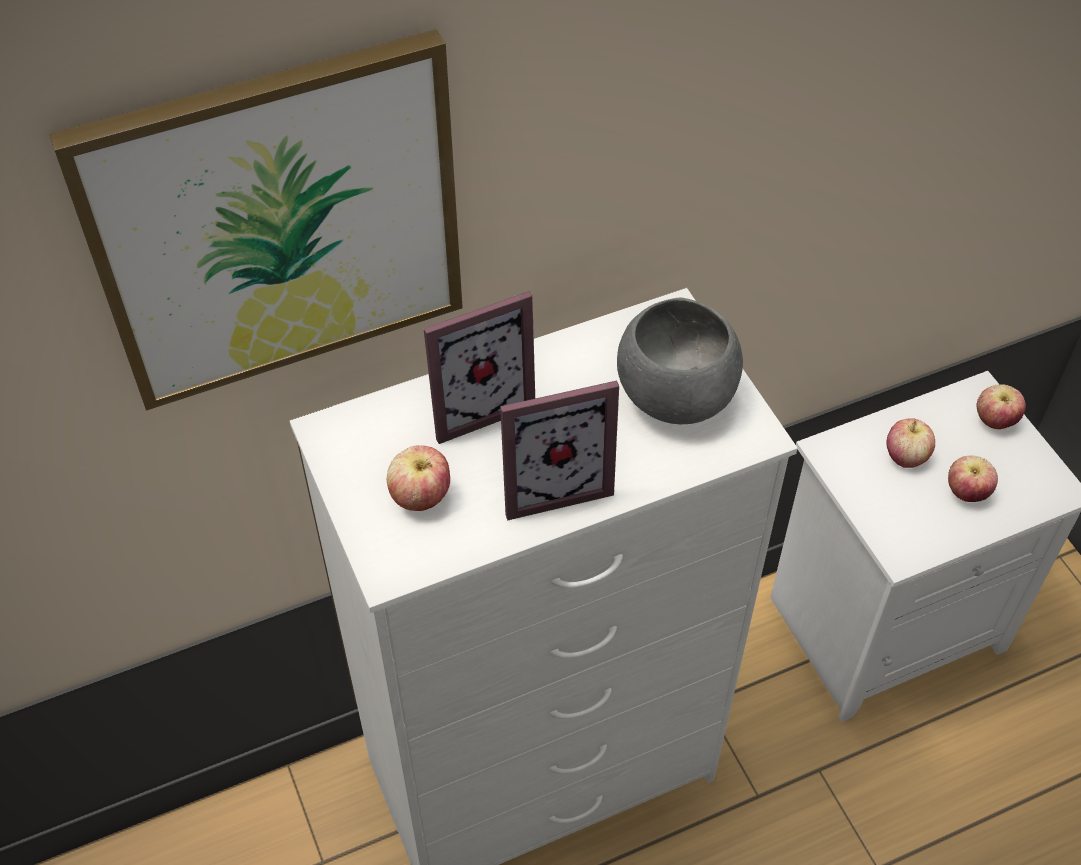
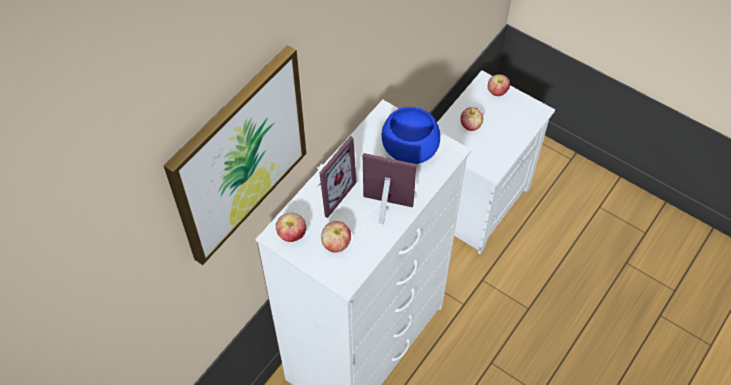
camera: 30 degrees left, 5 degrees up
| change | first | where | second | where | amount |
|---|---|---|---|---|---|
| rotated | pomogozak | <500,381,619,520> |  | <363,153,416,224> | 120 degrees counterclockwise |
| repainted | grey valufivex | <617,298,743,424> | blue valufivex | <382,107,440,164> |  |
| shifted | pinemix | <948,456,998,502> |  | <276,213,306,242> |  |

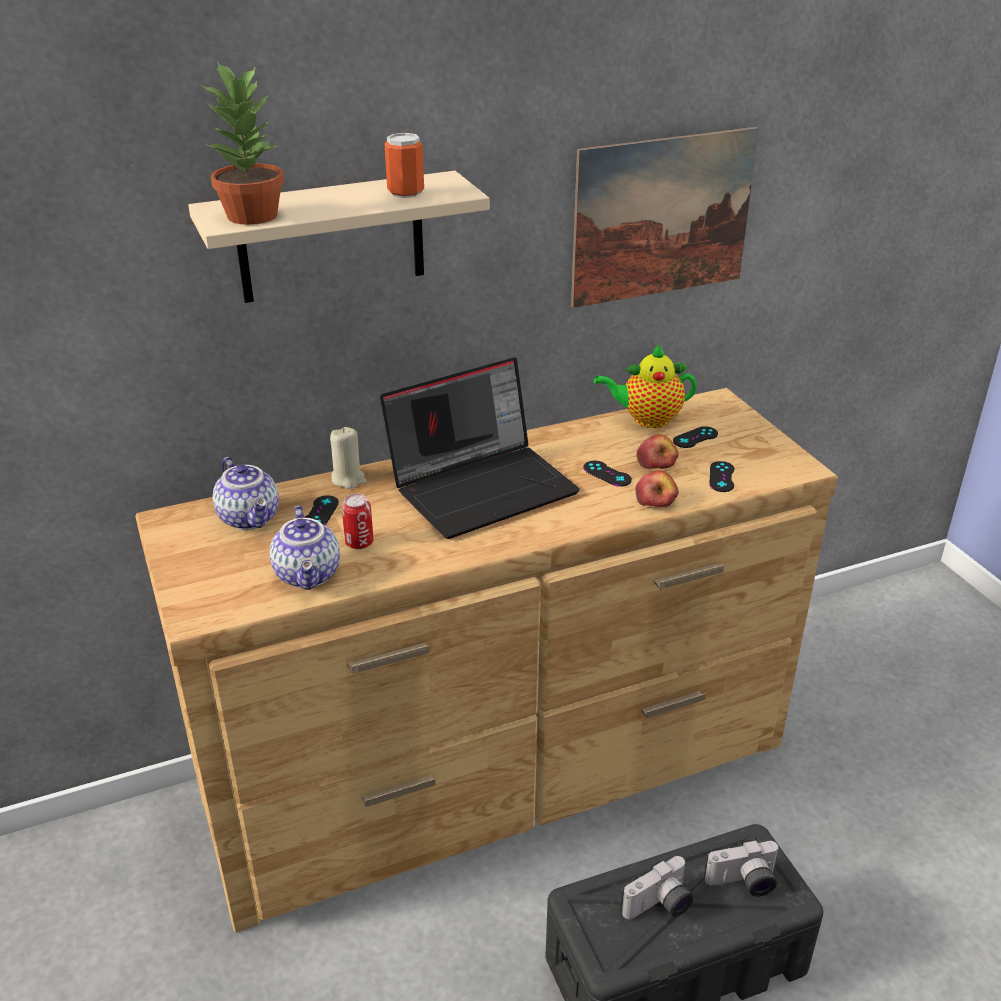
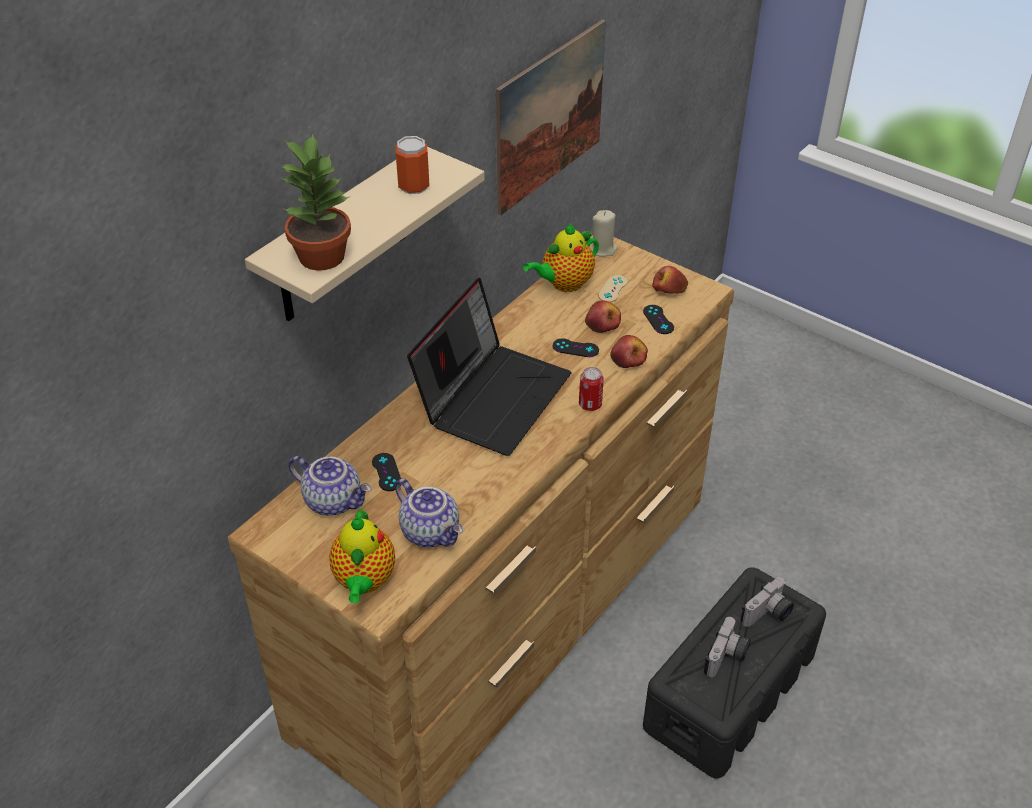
camera: 30 degrees left, 10 degrees up
| change | first | where | second | where | amount |
|---|---|---|---|---|---|
| shifted | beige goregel | <330,427,366,489> |  | <589,210,618,257> |  |
| shifted | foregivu | <342,494,374,549> |  | <579,367,604,411> |  |
| repainted | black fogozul | <673,426,718,448> | beige fogozul | <598,275,627,302> |  |
| new |  |  | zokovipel | <329,507,395,603> |  |
| new |  |  | pinemix | <652,266,688,294> |  |

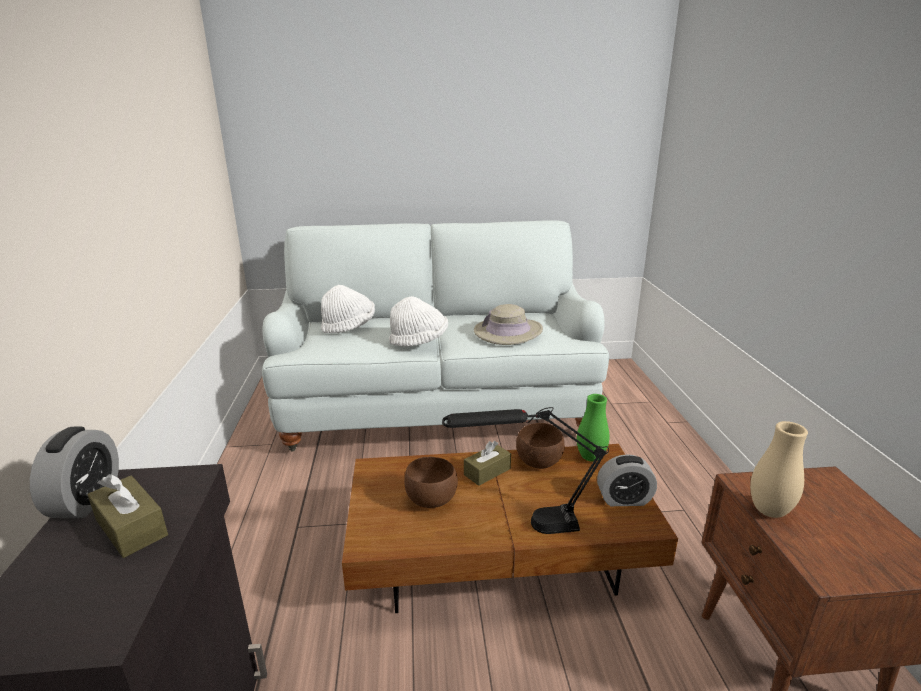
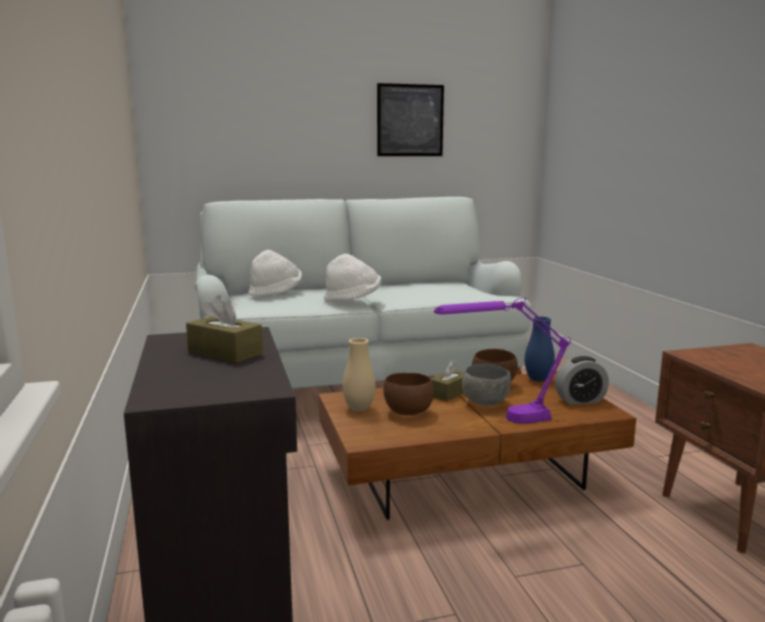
camera: 10 degrees left, 10 degrees down
| change | first | where | second | where | amount |
|---|---|---|---|---|---|
| gone | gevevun | <30,426,119,518> |  |  |  |
| repainted | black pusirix | <442,407,609,534> | purple pusirix | <434,298,571,424> |  |
| gone | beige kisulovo | <474,304,543,345> |  |  |  |
| repainted | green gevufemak | <577,394,609,462> | blue gevufemak | <525,316,555,382> |  |
| shifted | beige gevufemak | <750,421,808,518> |  | <342,338,376,412> |  |
| new |  |  | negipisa | <377,83,444,156> |  |
| new |  |  | grey valufivex | <462,363,511,406> |  |

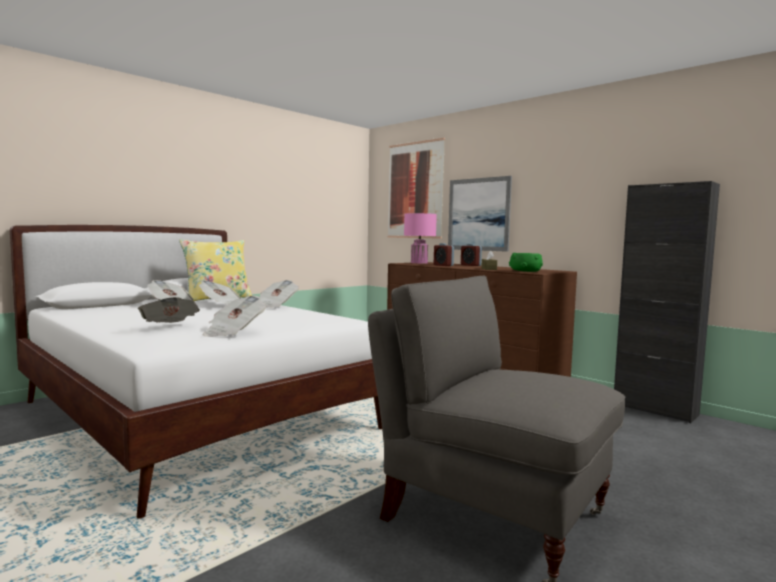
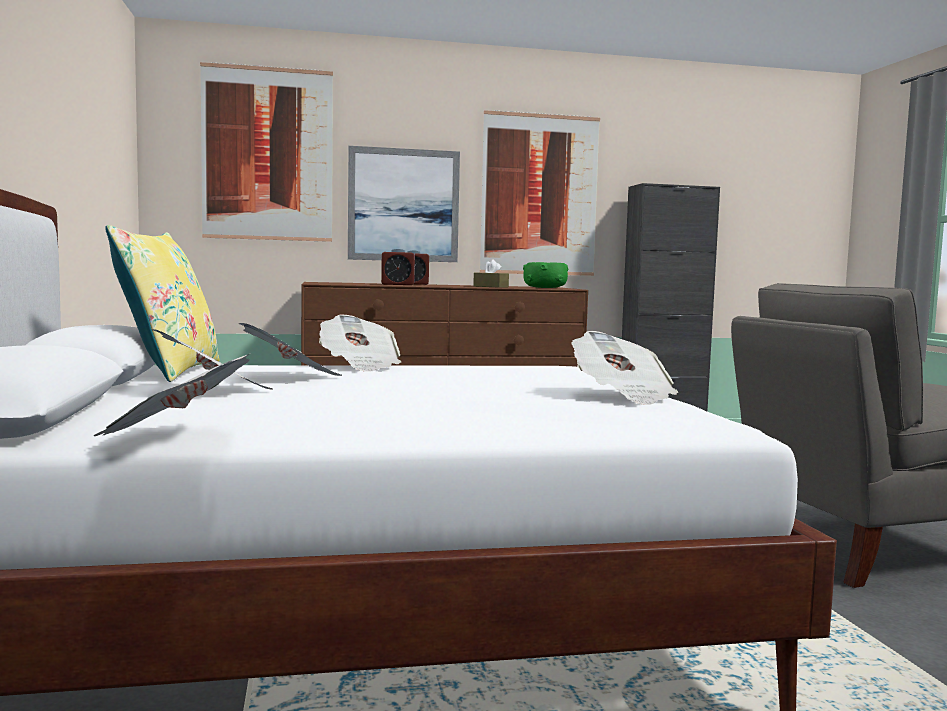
camera: 55 degrees left, 0 degrees up
| change | first | where | second | where | amount |
|---|---|---|---|---|---|
| shifted | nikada | <138,297,200,323> |  | <93,354,249,436> |  |
| gone | pink pusirix | <404,213,437,264> |  |  |  |
| new |  |  | negipisa | <480,110,600,276> |  |

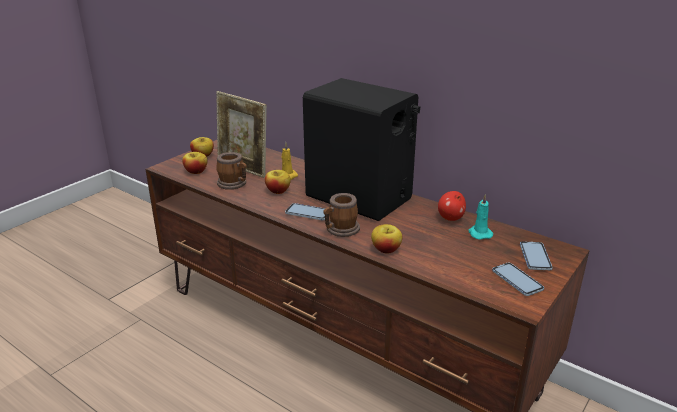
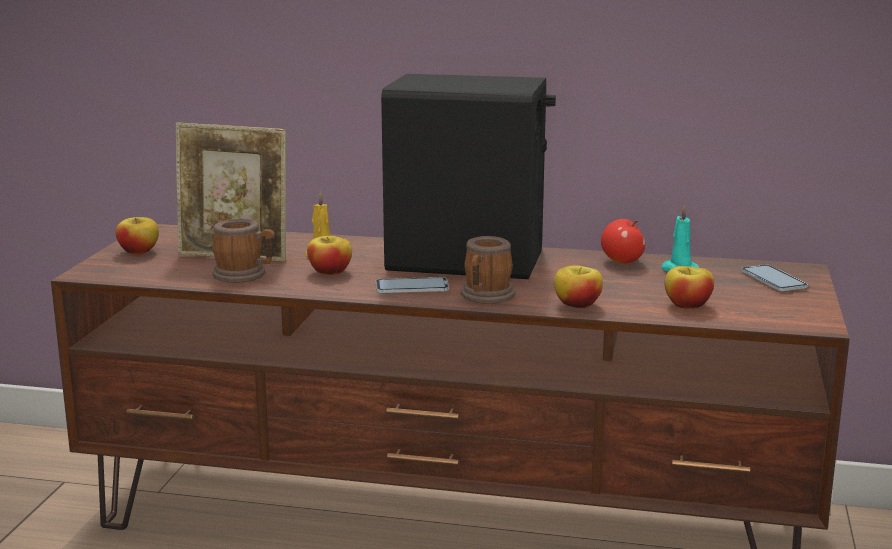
camera: 25 degrees left, 10 degrees down
| change | first | where | second | where | amount |
|---|---|---|---|---|---|
| shifted | pinemix | <182,152,207,174> |  | <665,266,714,309> |  |
| gone | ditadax | <492,263,544,296> |  |  |  |

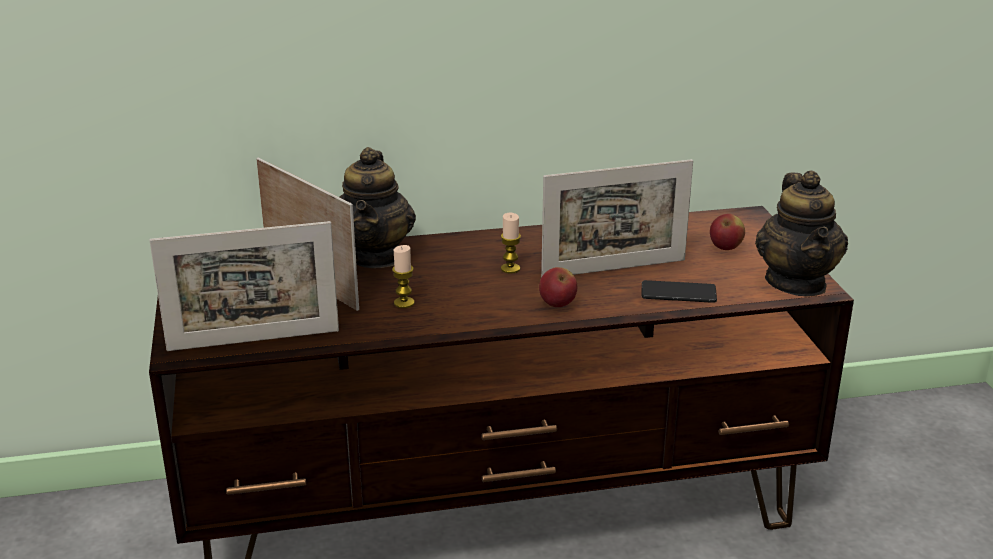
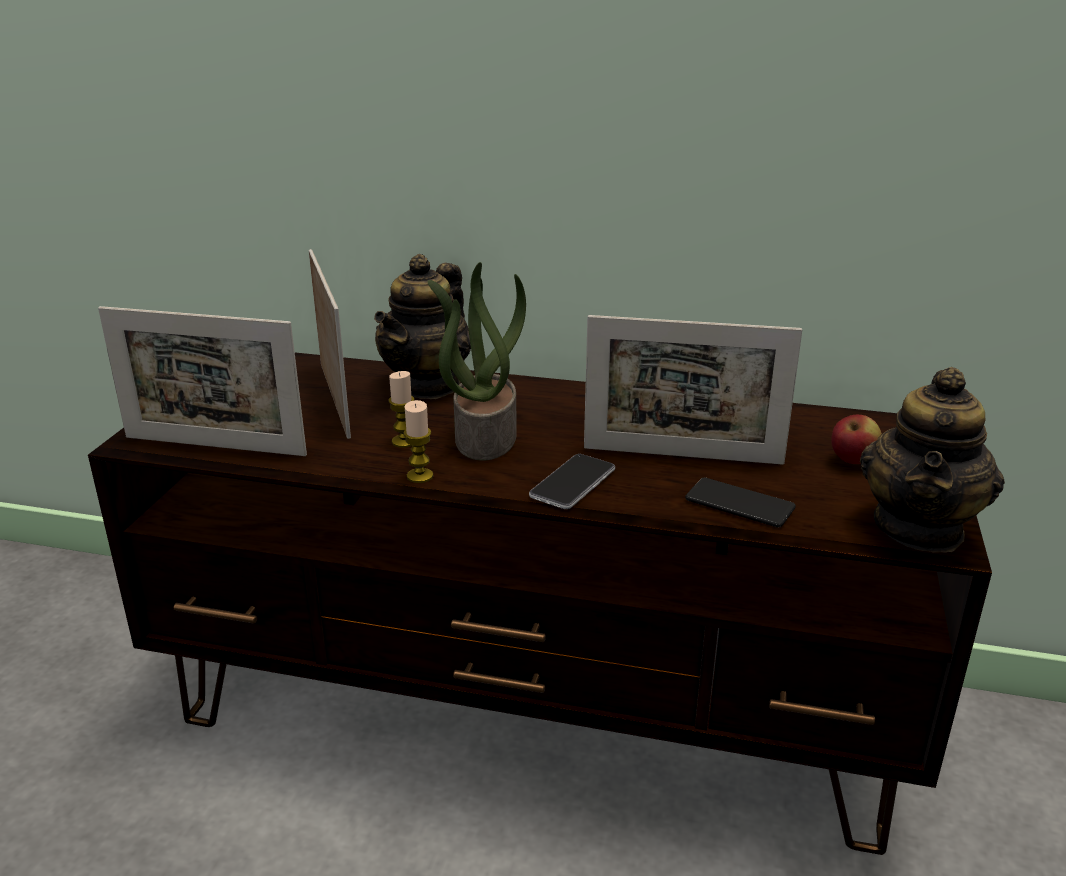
camera: 25 degrees right, 0 degrees up
| change | first | where | second | where | amount |
|---|---|---|---|---|---|
| shifted | goregel | <501,213,521,274> |  | <404,400,433,483> |  |
| swapped | pinemix | <539,267,577,307> | ditadax | <529,454,615,509> |  |
| new |  |  | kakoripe | <427,262,526,461> |  |

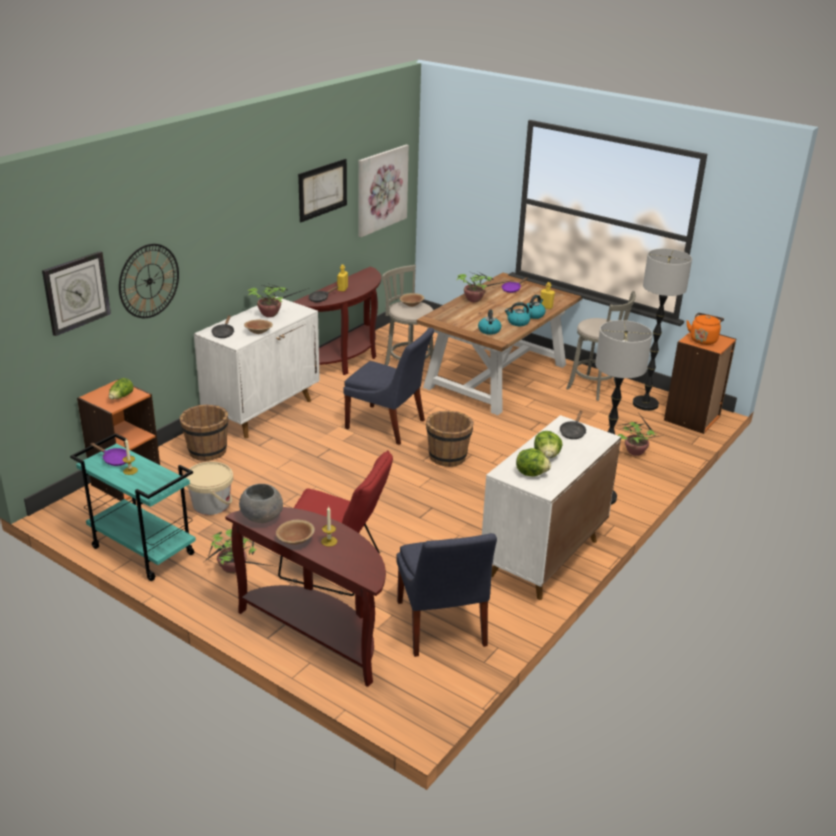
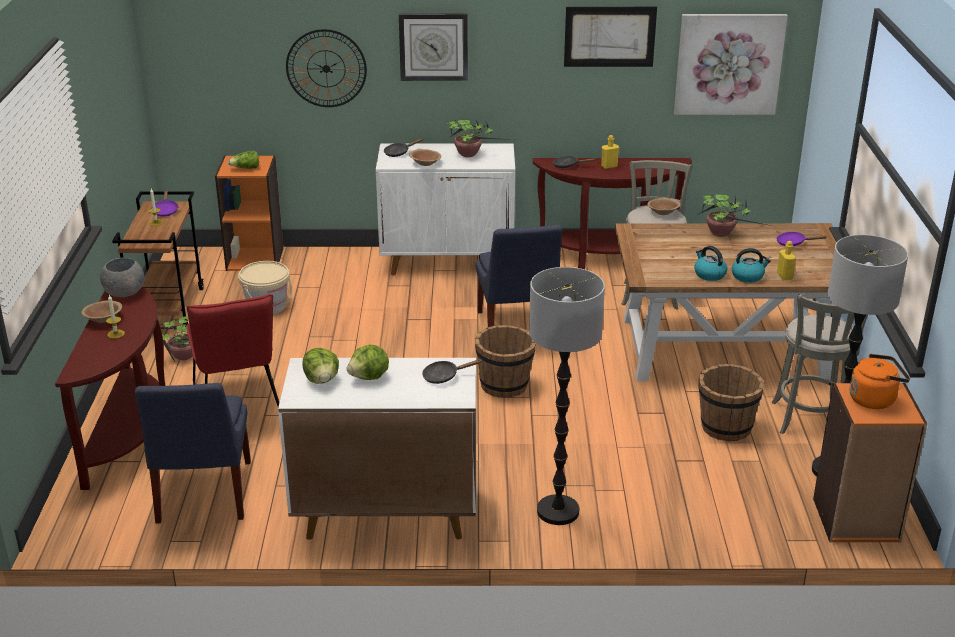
camera: 55 degrees right, 0 degrees up
| change | first | where | second | where | amount |
|---|---|---|---|---|---|
| shifted | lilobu | <42,251,111,336> |  | <399,13,468,81> |  |
| repainted | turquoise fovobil | <70,433,196,581> | brown fovobil | <112,191,204,331> |  |
| shifted | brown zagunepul | <180,405,228,461> |  | <698,364,764,442> |  |
| rotated | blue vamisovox | <396,533,497,657> |  | <135,383,251,524> | 45 degrees counterclockwise |
| gone | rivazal | <478,309,501,335> |  |  |  |
| gone | kakoripe | <618,415,664,456> |  |  |  |

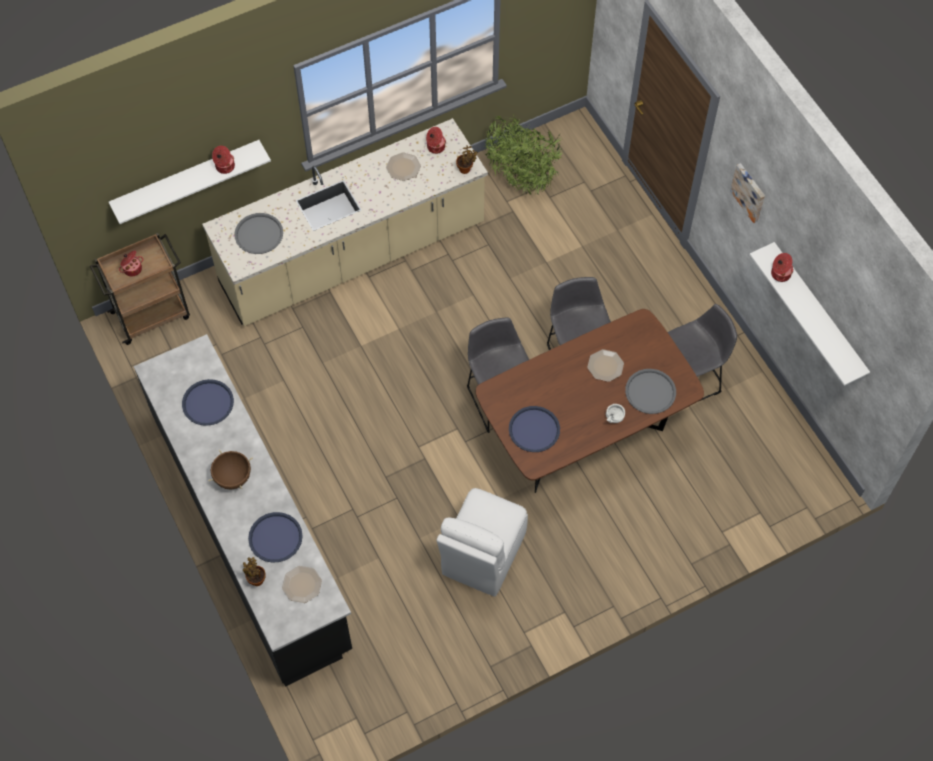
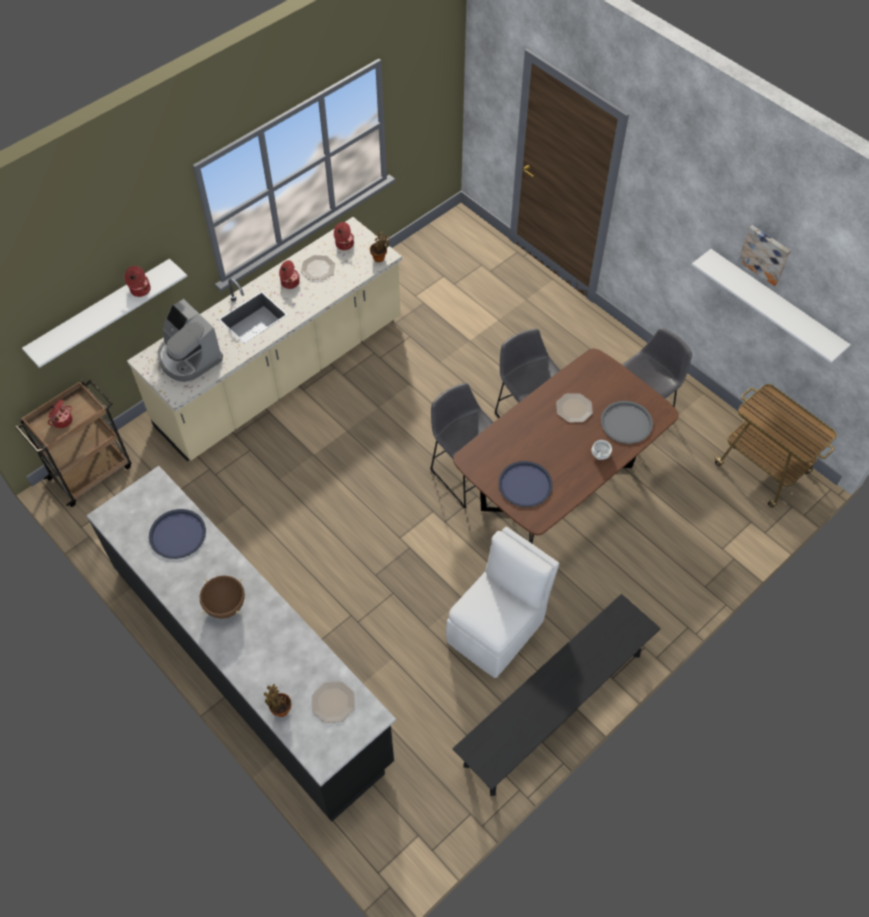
camera: 15 degrees left, 5 degrees down
| change | first | where | second | where | amount |
|---|---|---|---|---|---|
| swapped | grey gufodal | <234,213,283,254> | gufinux | <157,299,223,382> |  |
| gone | blue gufodal | <248,512,303,563> |  |  |  |
| rotated | white vamisovox | <437,488,528,597> |  | <446,527,559,678> | 150 degrees counterclockwise |
| gone | kakoripe | <485,115,563,196> |  |  |  |
| shifted | negipisa | <730,163,765,223> |  | <738,225,791,286> |  |
| shifted | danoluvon | <771,253,794,282> |  | <279,260,300,289> |  |
| new |  |  | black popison | <452,594,661,796> |  |
| new |  |  | fovobil | <713,384,837,508> |  |

